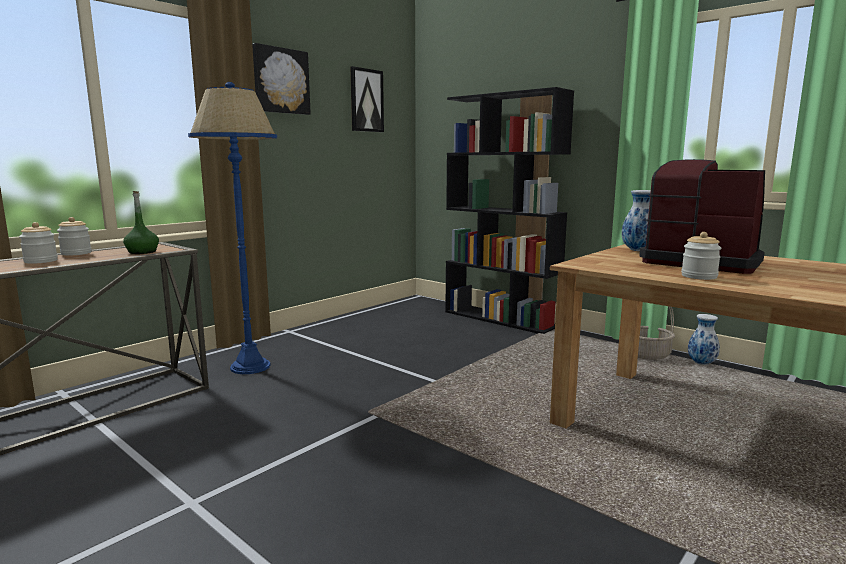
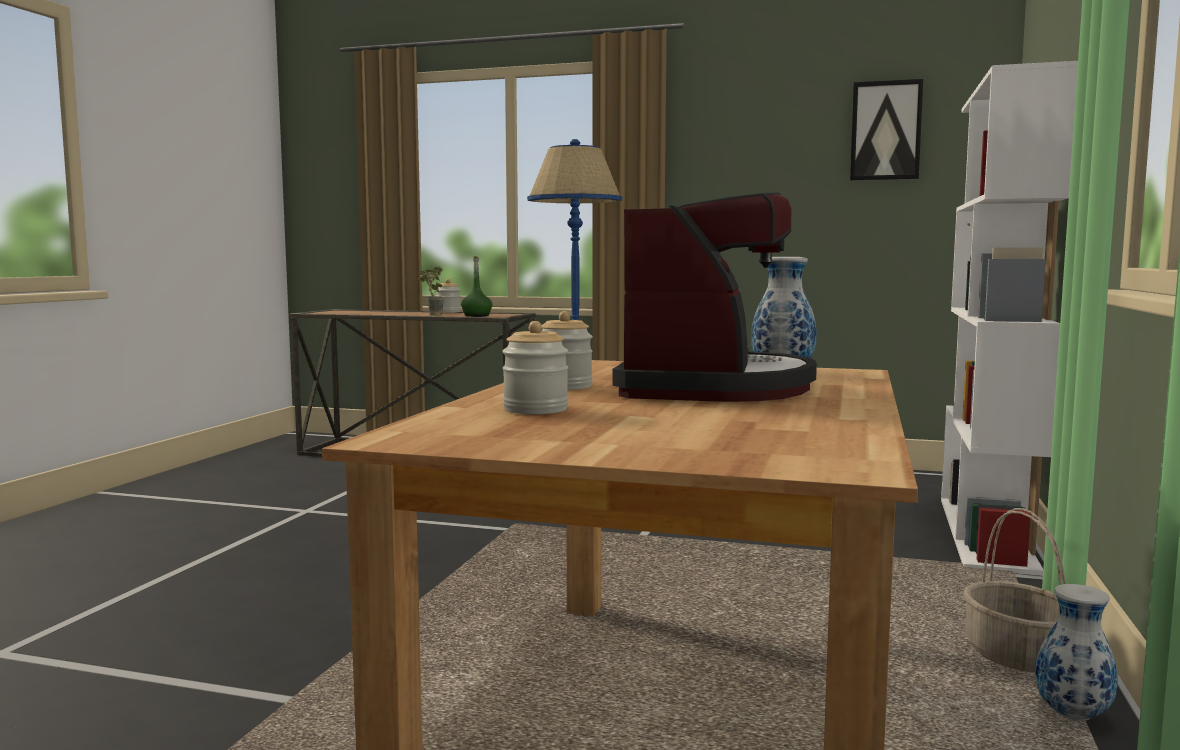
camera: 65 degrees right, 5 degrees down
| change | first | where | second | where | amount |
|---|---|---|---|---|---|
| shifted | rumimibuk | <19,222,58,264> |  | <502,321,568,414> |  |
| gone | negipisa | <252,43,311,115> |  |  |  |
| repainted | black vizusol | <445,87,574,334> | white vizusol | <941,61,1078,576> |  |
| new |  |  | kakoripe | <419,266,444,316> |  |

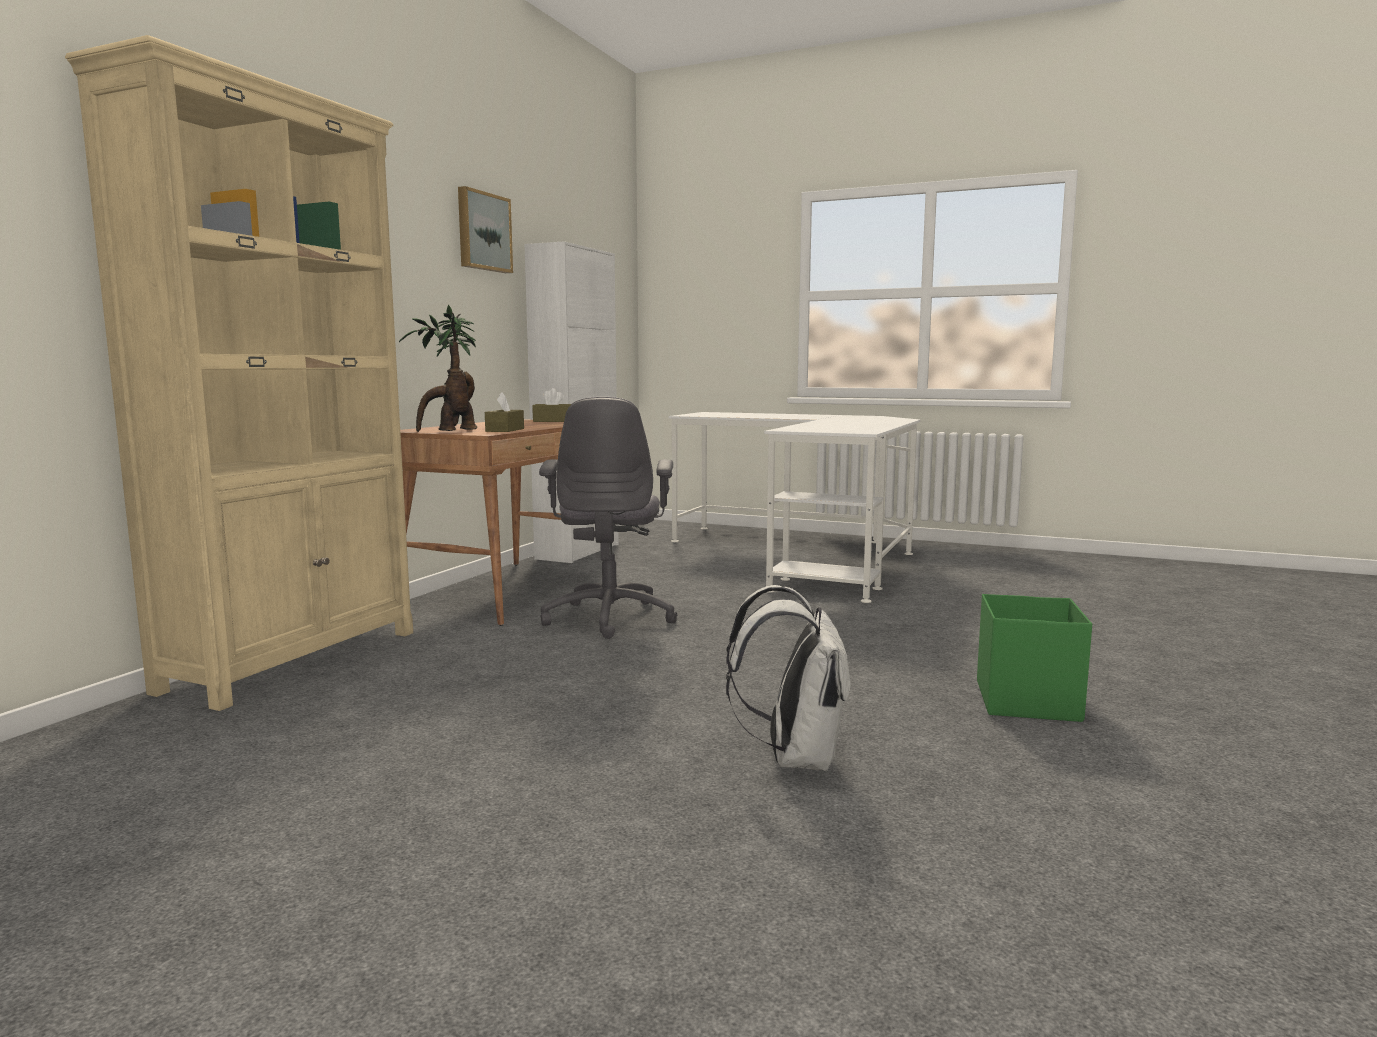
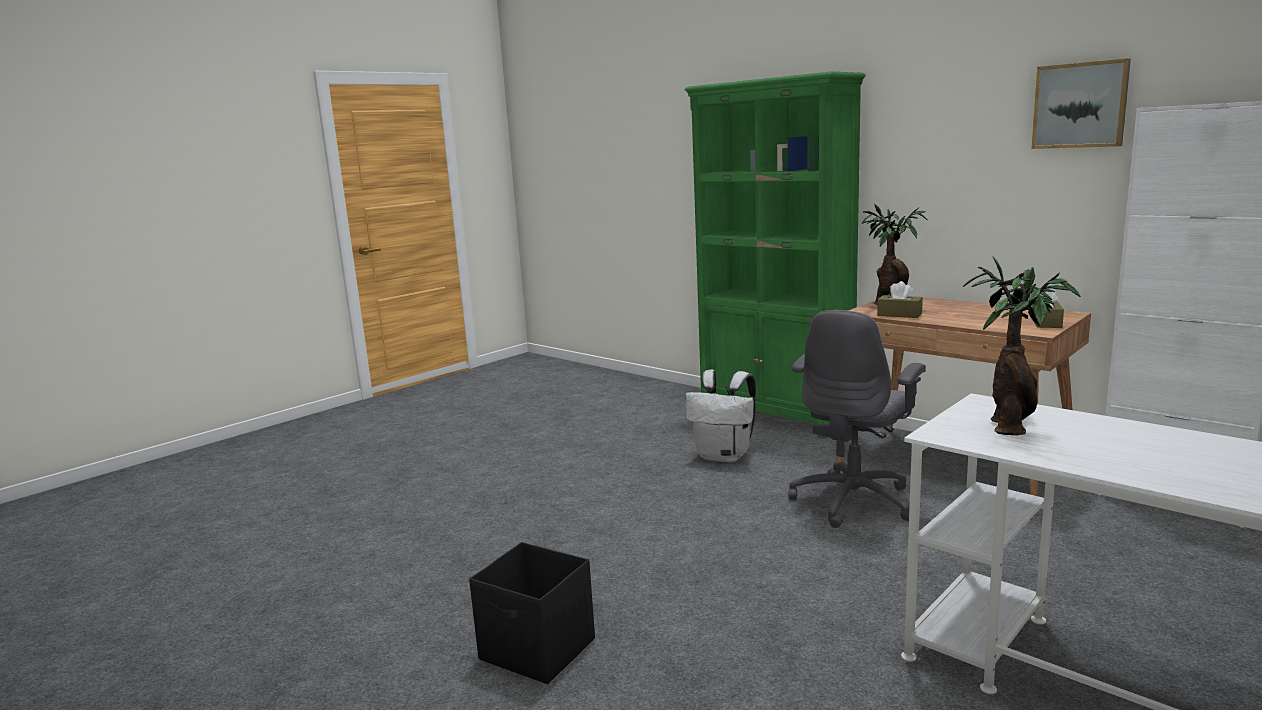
camera: 110 degrees right, 5 degrees up
| change | first | where | second | where | amount |
|---|---|---|---|---|---|
| repainted | beige vizusol | <65,35,413,711> | green vizusol | <684,72,866,439> |  |
| rotated | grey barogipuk | <539,397,677,639> |  | <788,310,926,528> | 75 degrees counterclockwise |
| shifted | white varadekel | <726,585,850,772> |  | <685,370,756,463> |  |
| repainted | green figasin | <977,594,1092,722> | black figasin | <469,542,595,684> |  |
| new |  |  | kakoripe | <963,256,1081,435> |  |

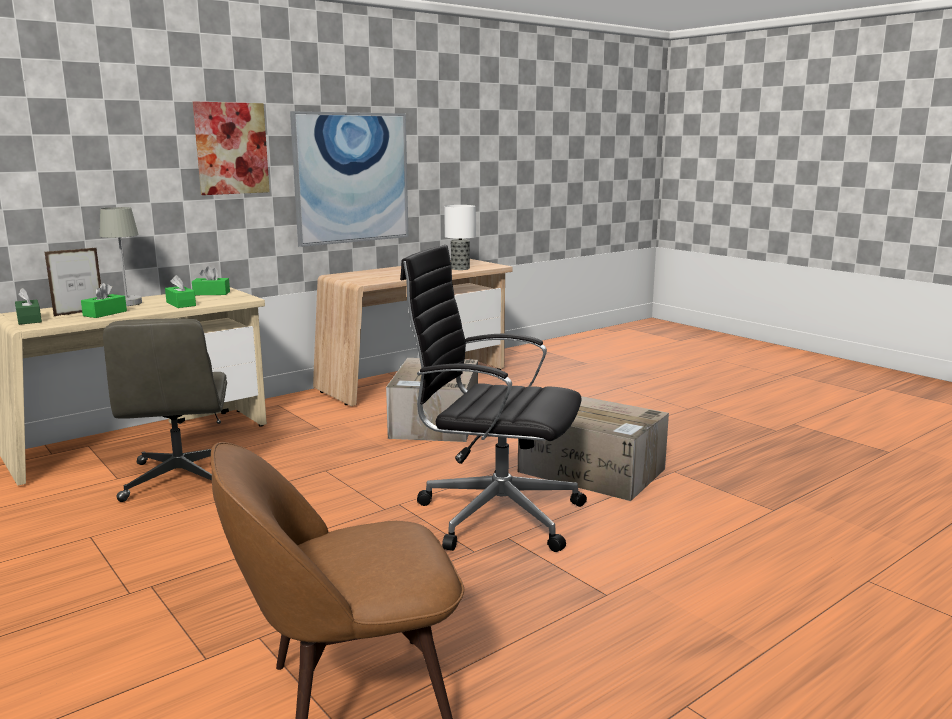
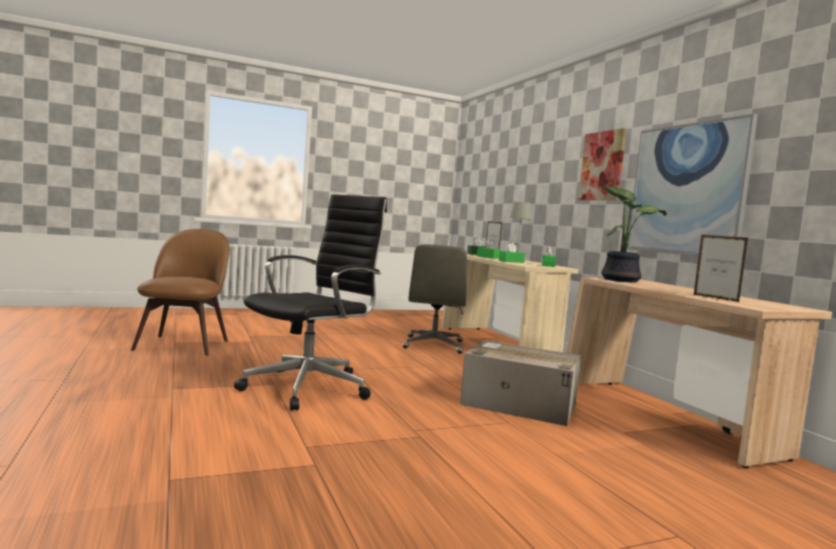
camera: 105 degrees right, 10 degrees down
| change | first | where | second | where | amount |
|---|---|---|---|---|---|
| rotated | grey barogipuk | <103,318,227,502> |  | <403,244,467,354> | 90 degrees counterclockwise |
| swapped | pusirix | <444,205,476,270> | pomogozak | <694,234,748,302> |  |
| gone | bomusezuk | <518,396,669,501> |  |  |  |
| new |  |  | kakoripe | <601,186,667,282> |  |

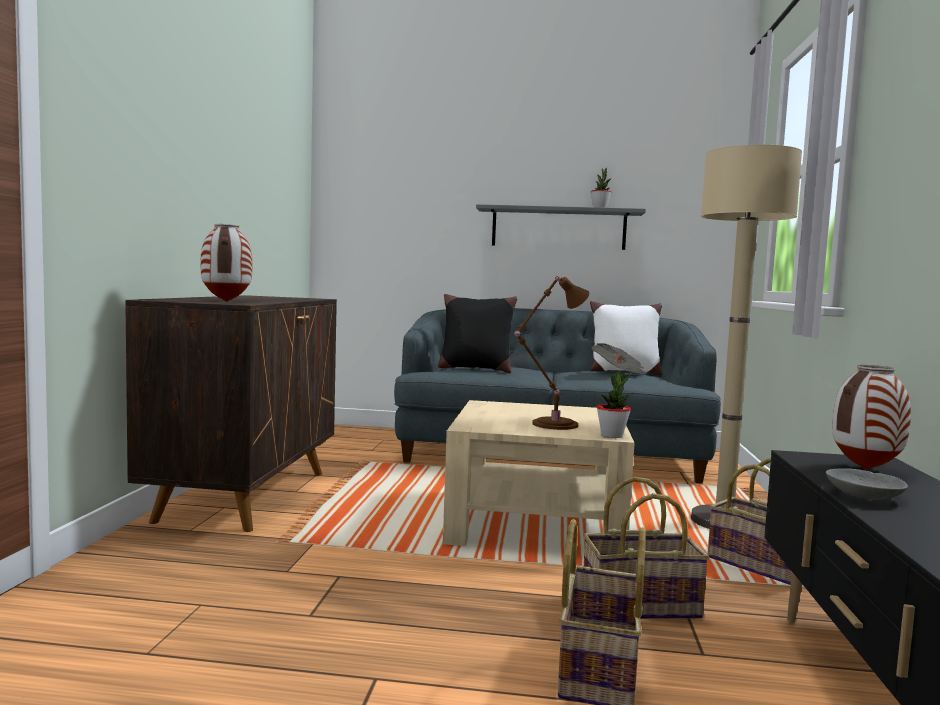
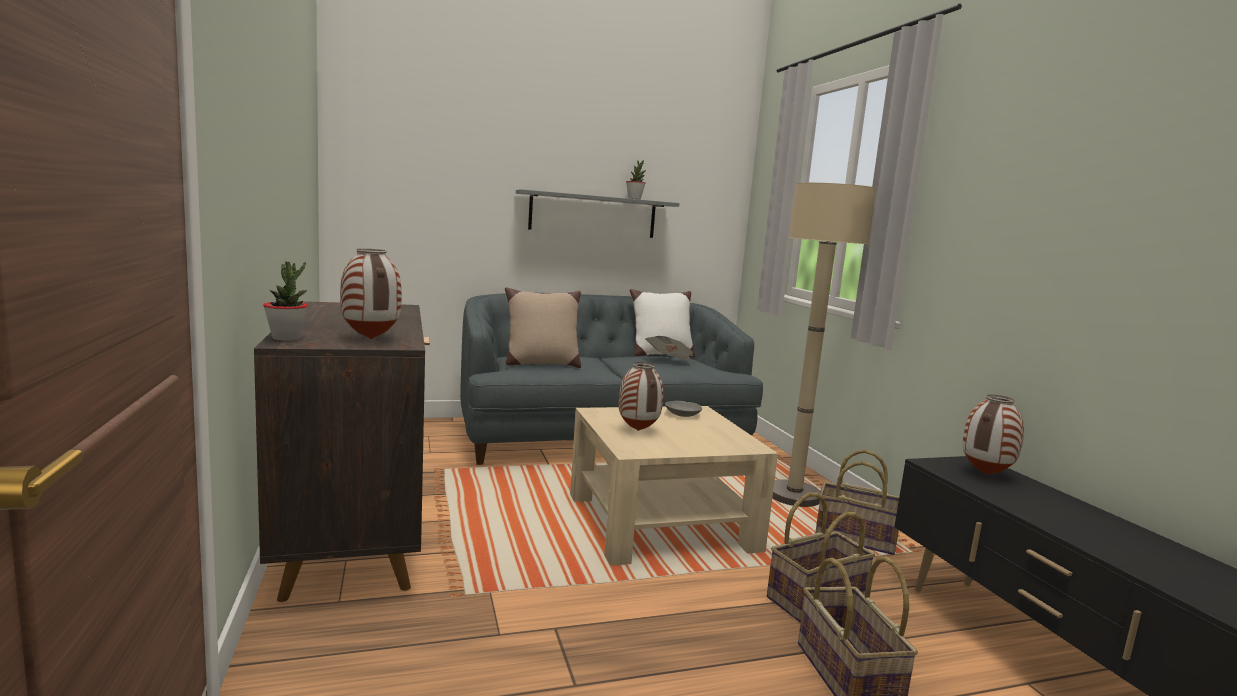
camera: 25 degrees left, 5 degrees up
| change | first | where | second | where | amount |
|---|---|---|---|---|---|
| repainted | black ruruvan | <438,294,517,373> | beige ruruvan | <505,287,581,368> |  |
| gone | brown pusirix | <514,276,589,430> |  |  |  |
| shifted | kakoripe | <597,371,631,438> |  | <263,262,308,341> |  |
| shifted | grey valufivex | <826,469,908,500> |  | <665,401,702,417> |  |
| new |  |  | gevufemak | <619,362,663,431> |  |

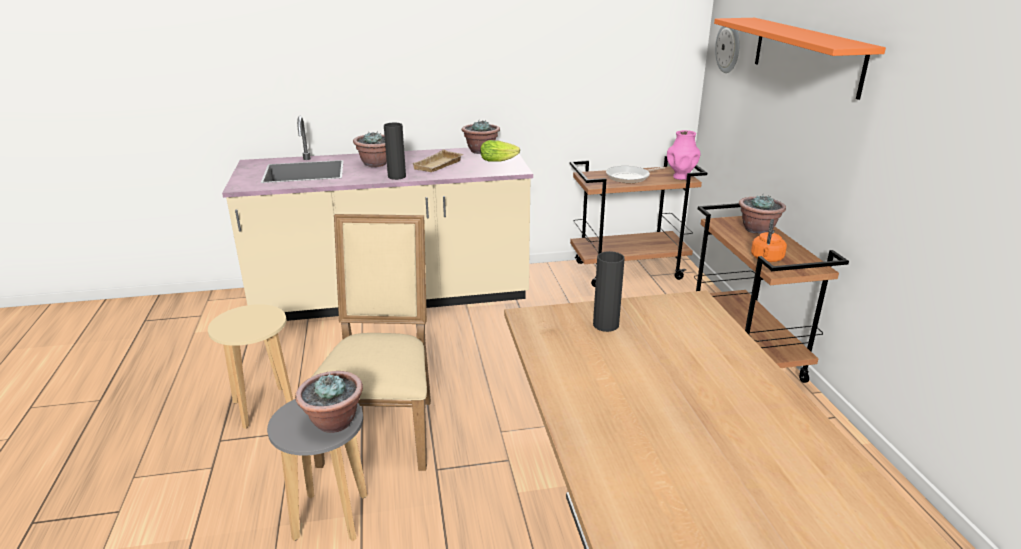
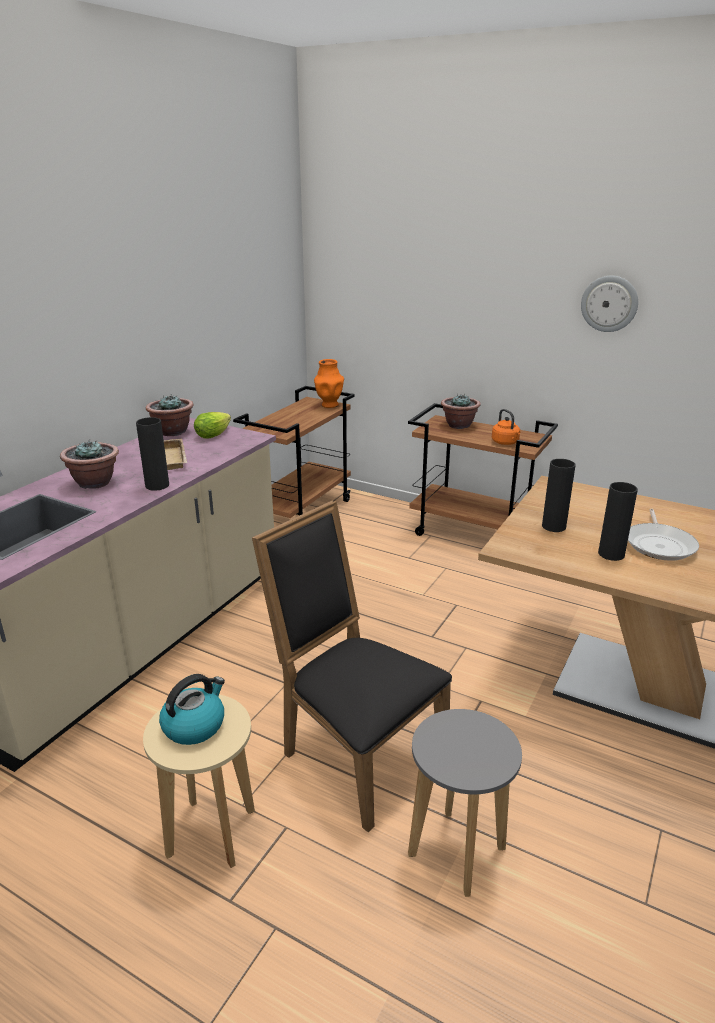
camera: 50 degrees left, 0 degrees up
| change | first | where | second | where | amount |
|---|---|---|---|---|---|
| gone | kakoripe | <295,371,363,433> |  |  |  |
| repainted | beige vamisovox | <312,214,431,471> | black vamisovox | <252,500,452,832> |  |
| shifted | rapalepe | <606,166,665,183> |  | <628,509,699,561> |  |
| repainted | pink gevufemak | <667,130,700,180> | orange gevufemak | <314,359,344,408> |  |
| gone | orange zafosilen | <714,18,886,100> |  |  |  |
| shifted | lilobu | <715,26,740,73> |  | <581,276,638,332> |  |
| new |  |  | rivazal | <159,674,225,745> |  |
| new |  |  | black gevufemak | <598,482,638,561> |  |

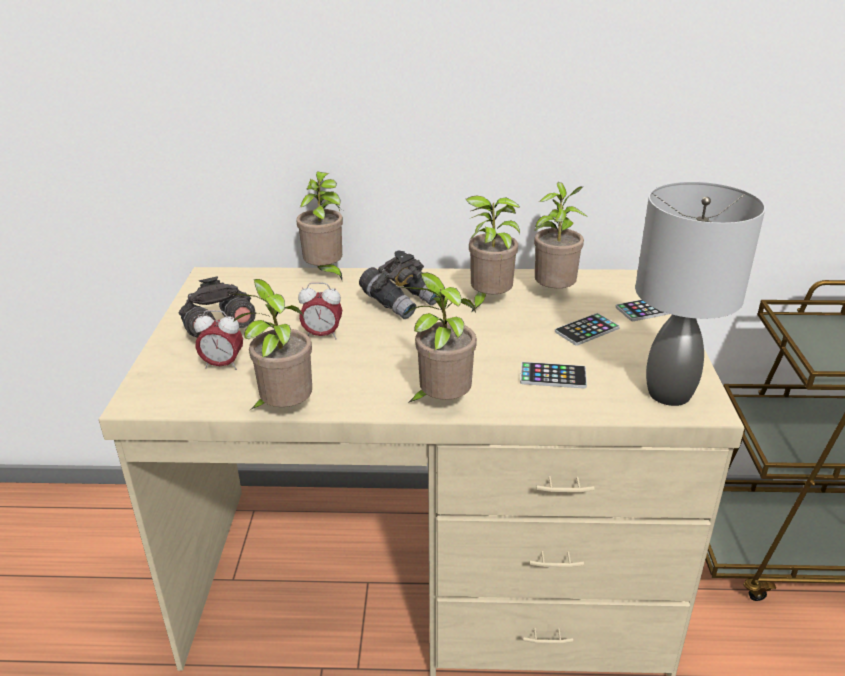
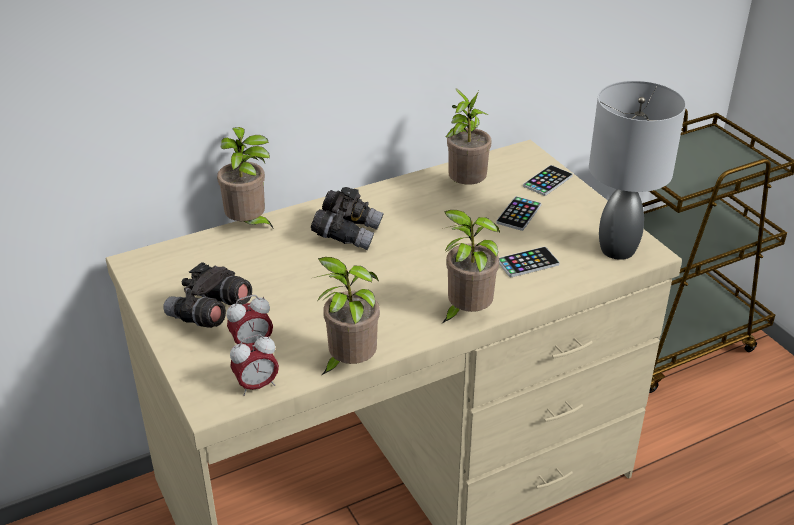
camera: 30 degrees left, 5 degrees up
| change | first | where | second | where | amount |
|---|---|---|---|---|---|
| shifted | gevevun | <298,282,342,340> |  | <230,334,279,396> |  |
| gone | kakoripe | <466,196,520,311> |  |  |  |

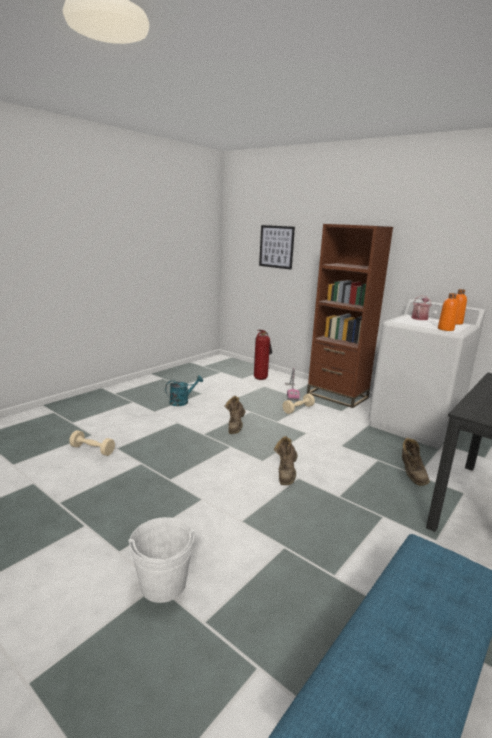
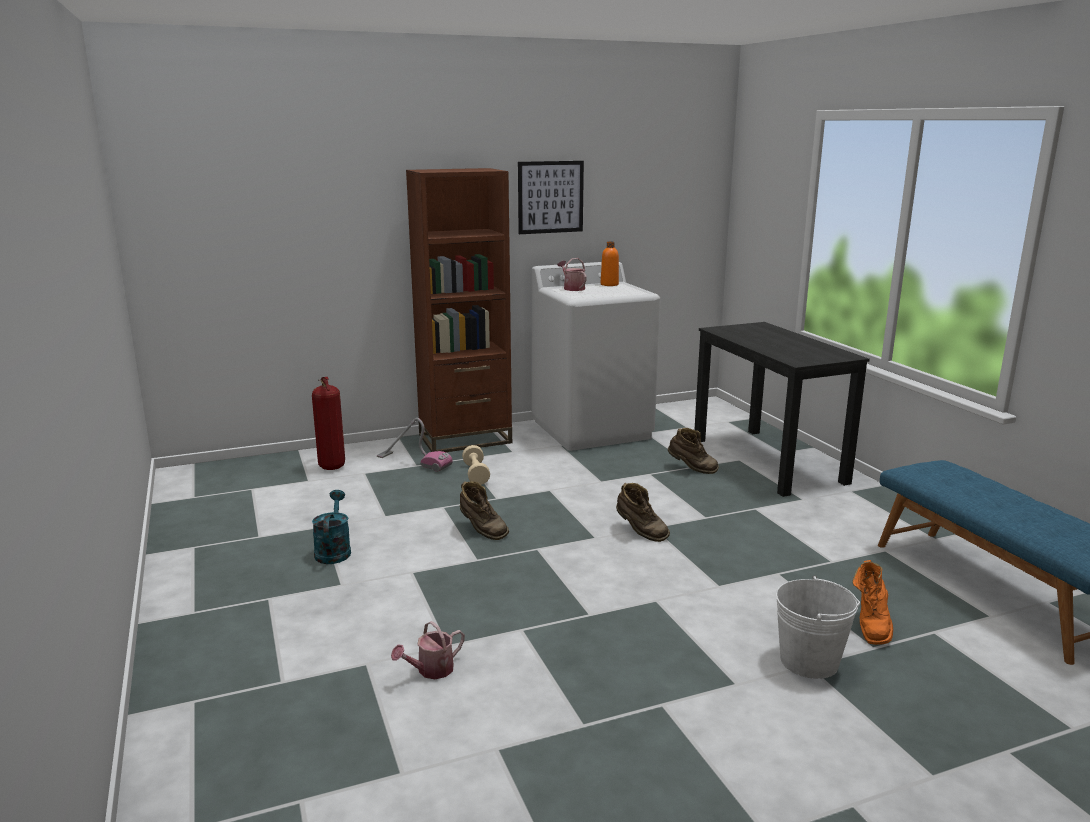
camera: 60 degrees left, 0 degrees up
| change | first | where | second | where | amount |
|---|---|---|---|---|---|
| swapped | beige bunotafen | <69,430,115,456> | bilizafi | <391,621,465,679> |  |
| shifted | negipisa | <259,225,295,270> |  | <518,161,584,234> |  |
| gone | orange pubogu | <438,293,458,331> |  |  |  |
| new |  |  | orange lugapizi | <852,560,893,645> |  |

